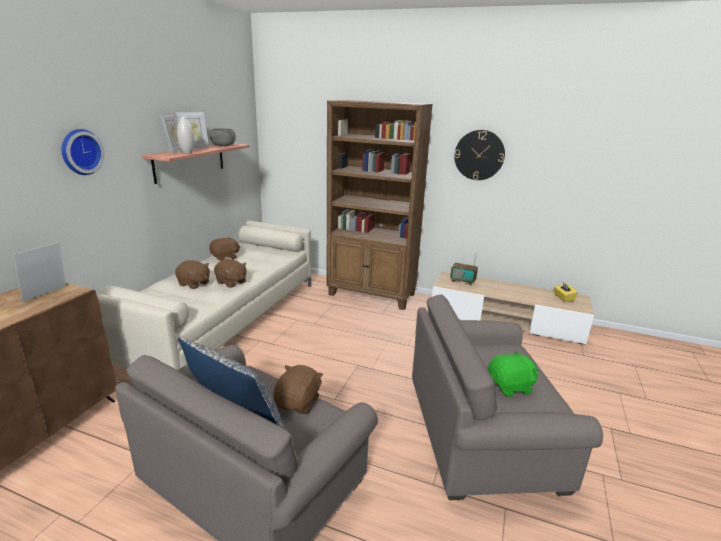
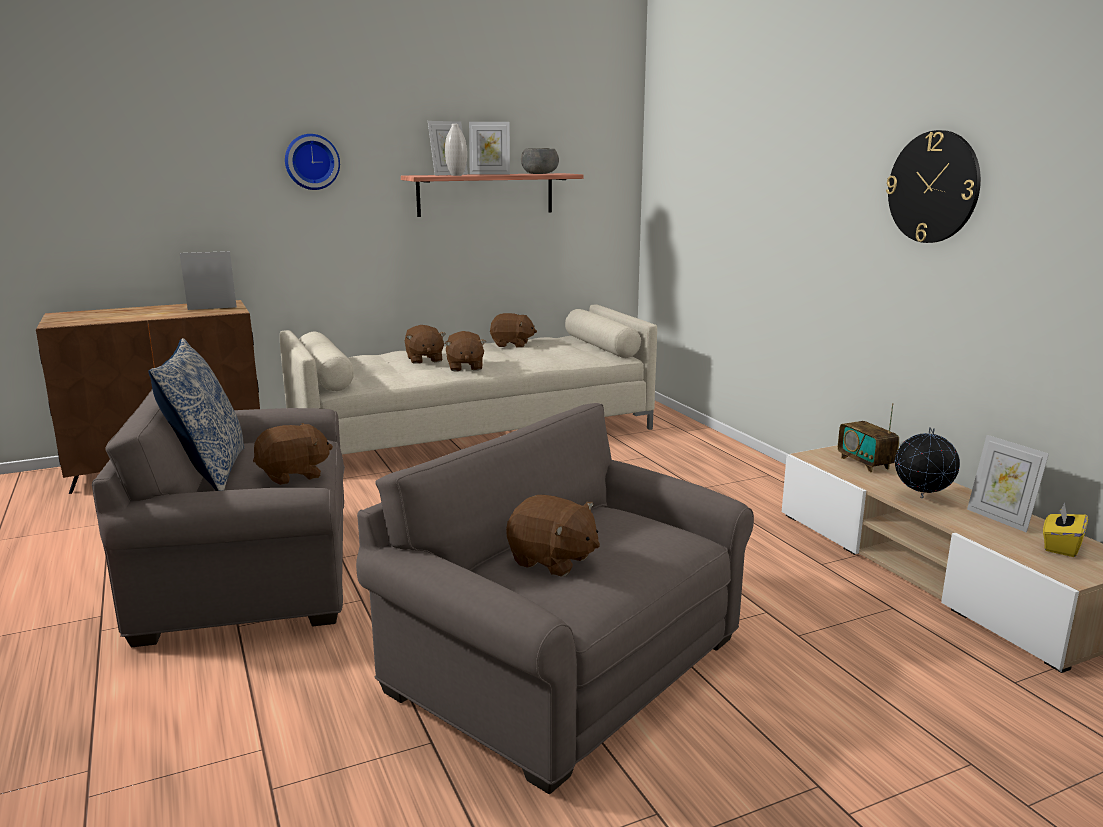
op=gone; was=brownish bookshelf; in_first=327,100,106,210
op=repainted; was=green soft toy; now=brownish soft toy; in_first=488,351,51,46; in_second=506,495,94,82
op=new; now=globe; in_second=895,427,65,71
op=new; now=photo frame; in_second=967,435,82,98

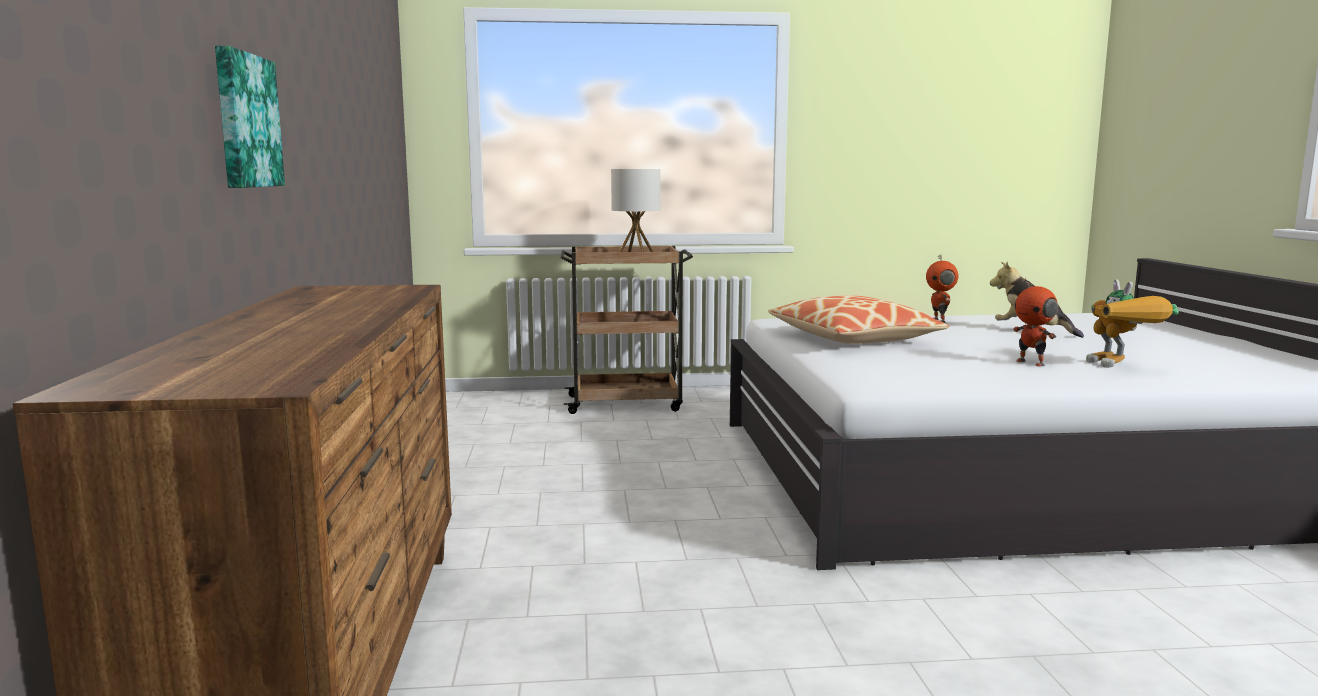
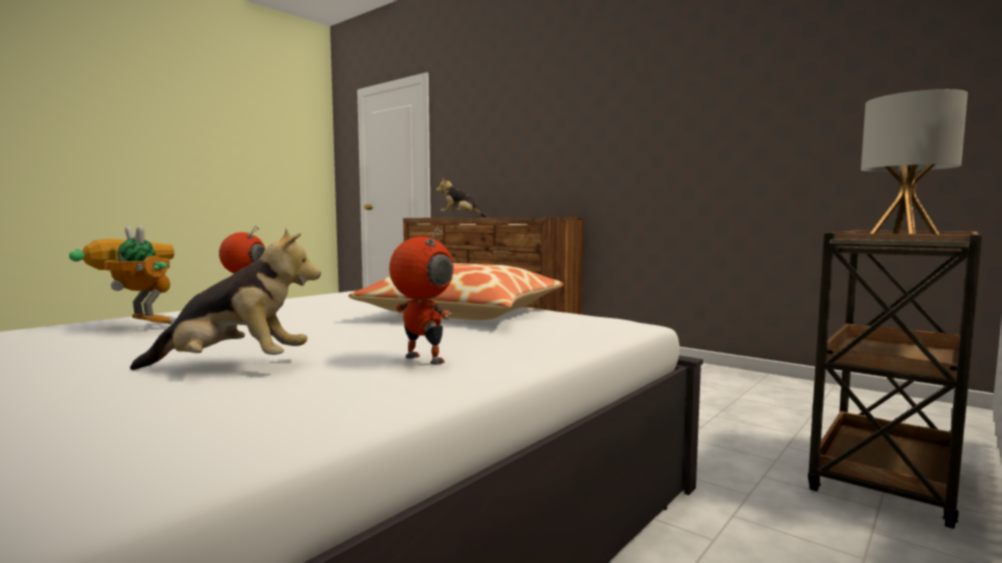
op=gone; was=picture; in_first=215,46,70,142
op=new; now=soft toy; in_second=436,178,51,39

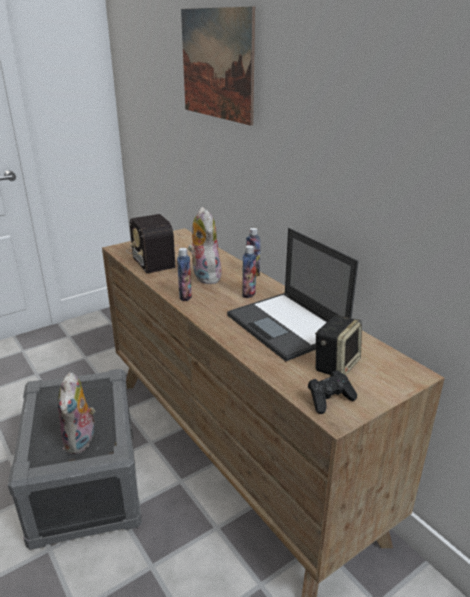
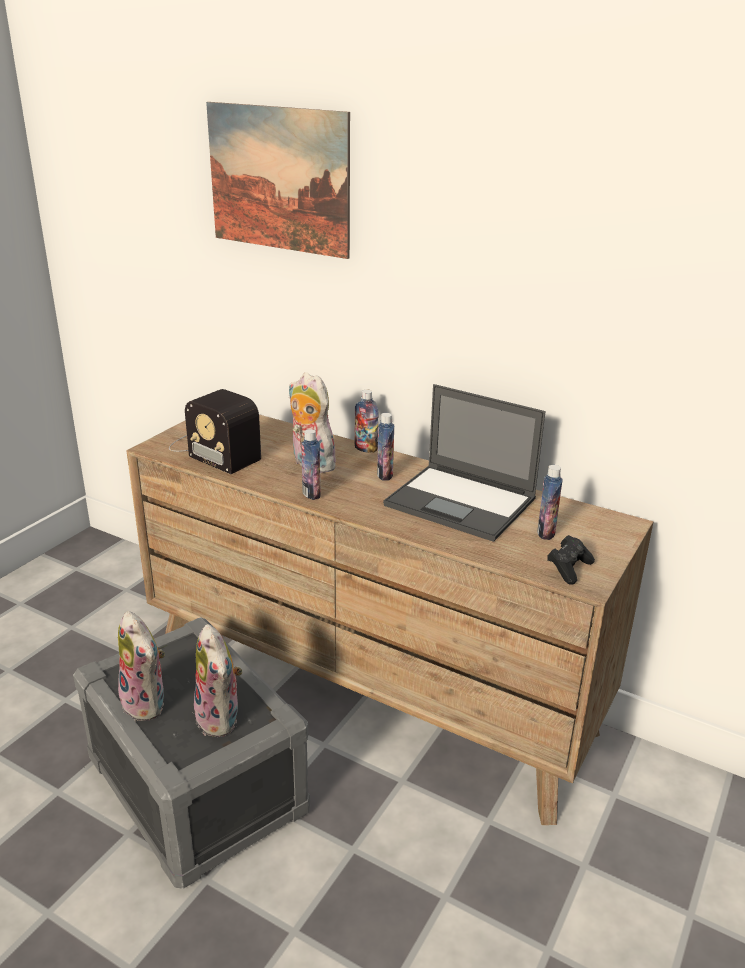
op=swapped; was=loudspeaker; now=bottle; in_first=315,315,47,60; in_second=537,465,26,75
op=new; now=soft toy; in_second=118,611,47,110

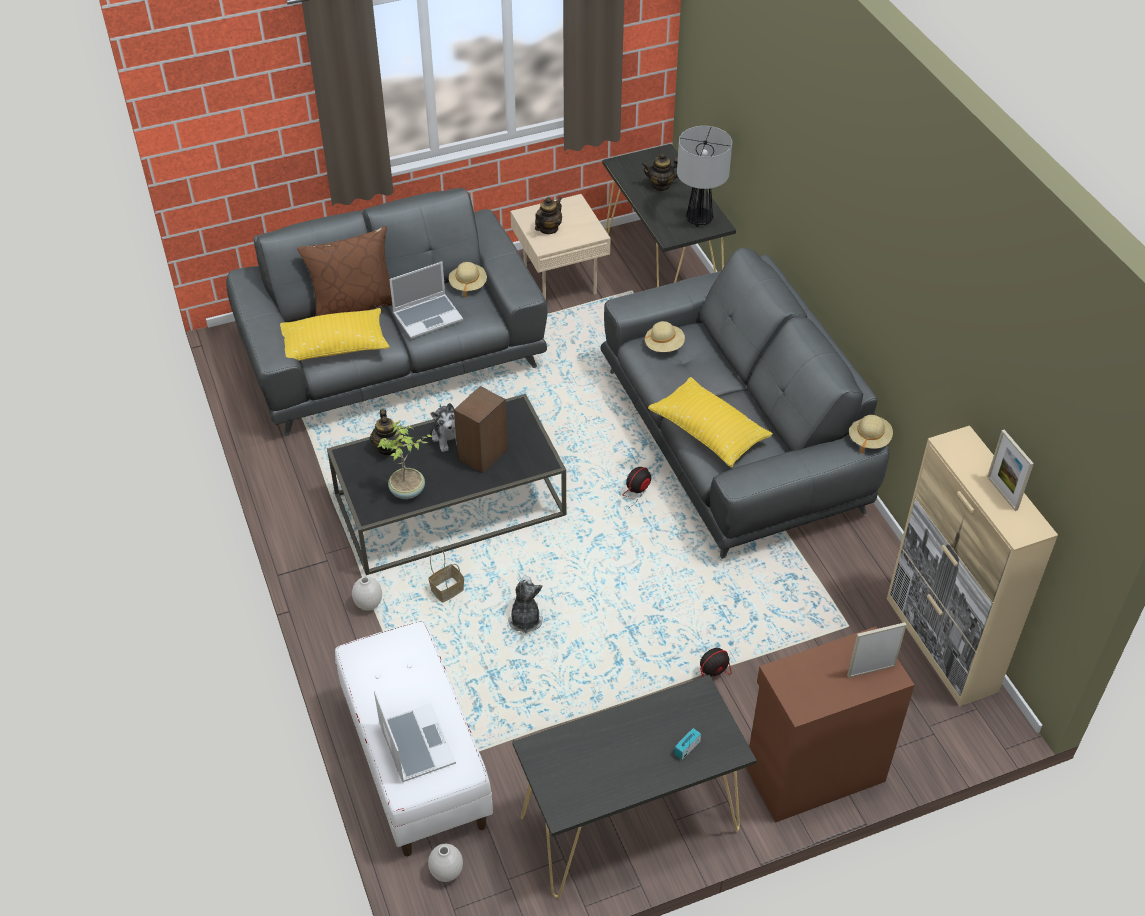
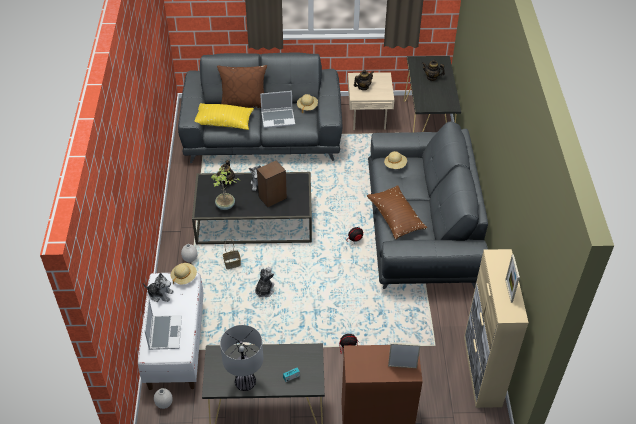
op=shifted; was=table lamp; in_first=677,126,55,101; in_second=220,325,43,66
op=repainted; was=yellow-coloured throw pillow; now=brownish throw pillow; in_first=648,377,125,90; in_second=367,185,60,55
op=shifted; was=sand-coloured clothing hat; in_first=849,415,44,39; in_second=170,263,27,21
op=new; now=soft toy; in_second=143,273,31,29

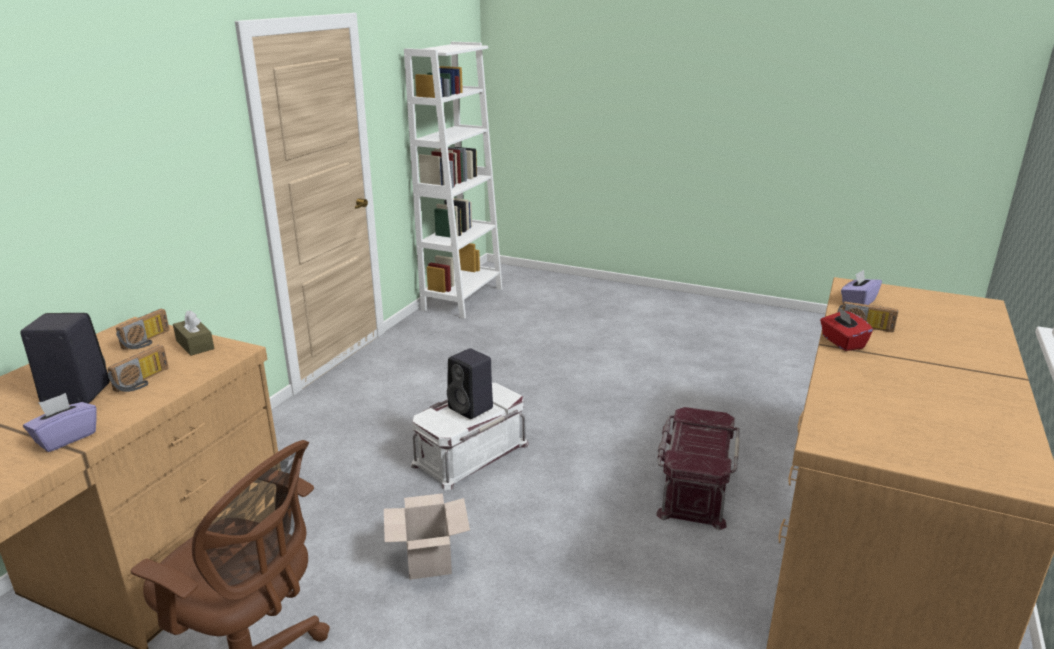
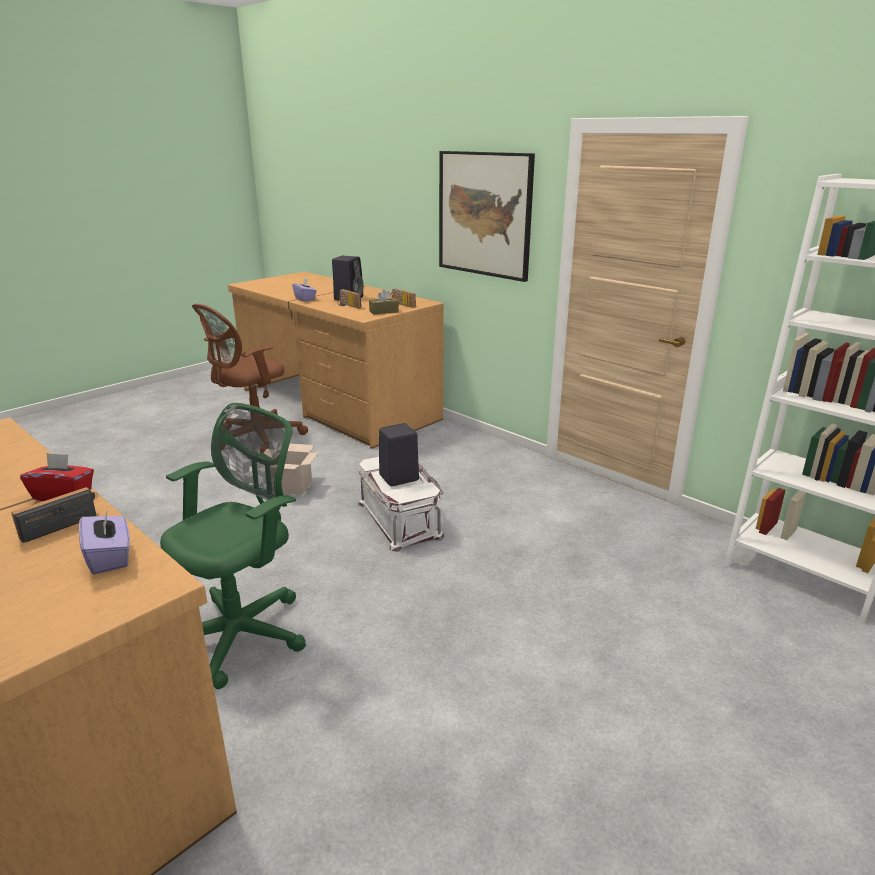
op=swapped; was=red-coloured storage container; now=green office chair; in_first=656,407,84,123; in_second=160,403,146,286
op=new; now=picture; in_second=439,151,96,131

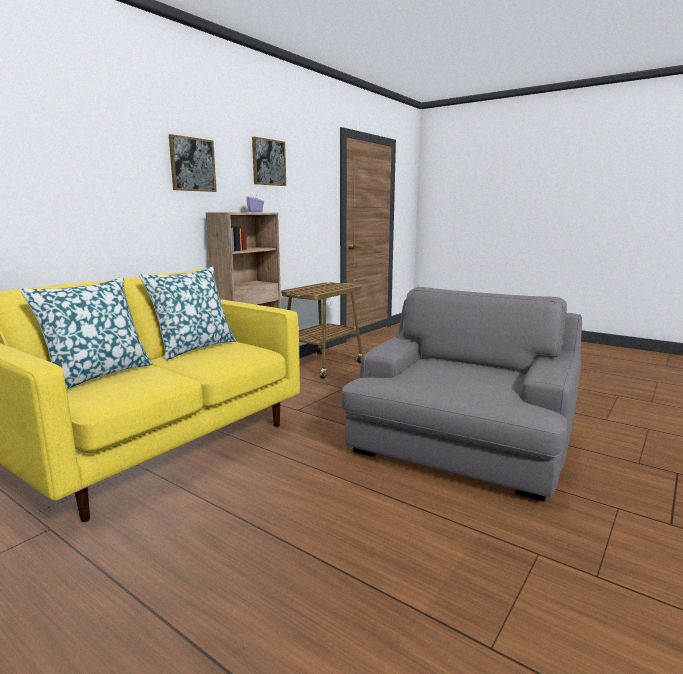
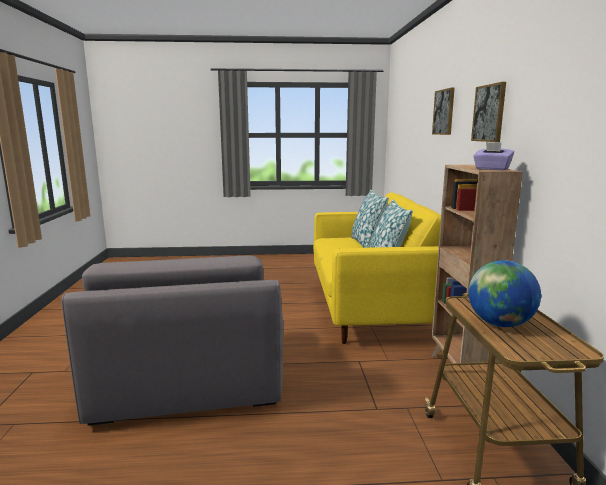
op=shifted; was=picture; in_first=252,137,34,49; in_second=432,87,23,48
op=new; now=globe; in_second=468,260,73,67

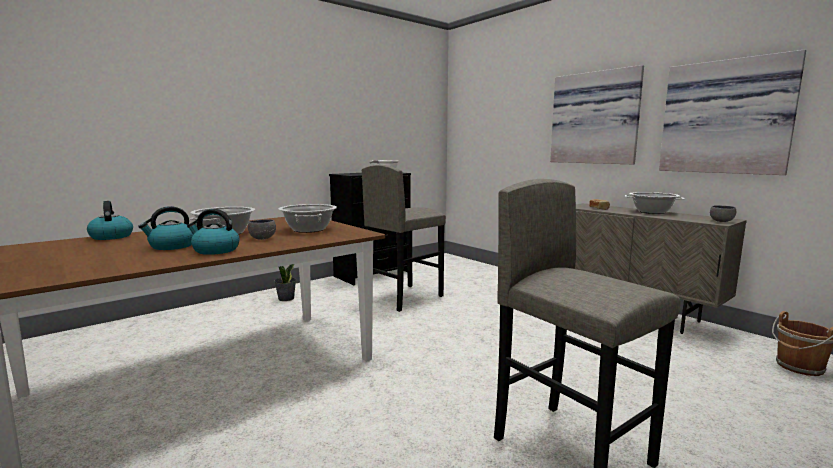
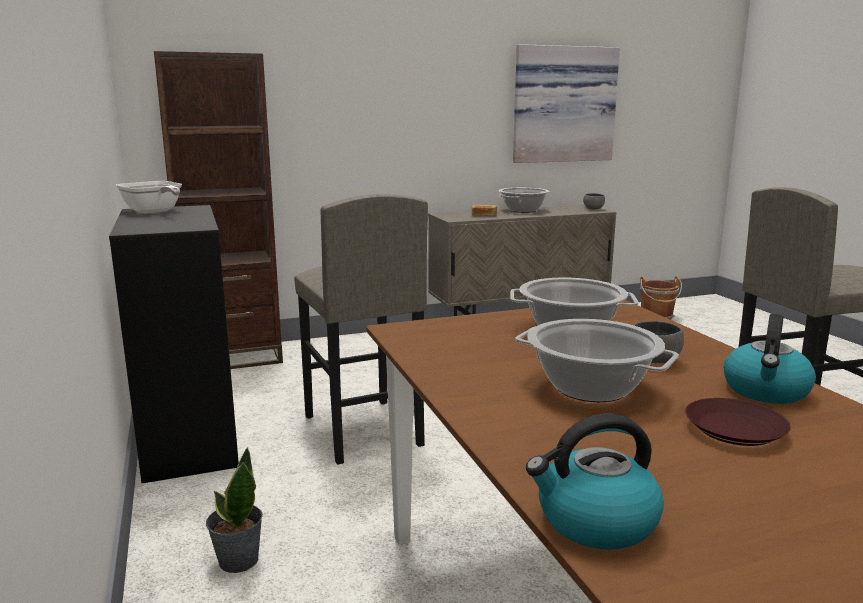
op=gone; was=picture; in_first=550,65,94,99
op=swapped; was=water kettle; now=brownish dinner plate; in_first=138,206,55,44; in_second=685,398,106,48
op=new; now=brownish bookshelf; in_second=154,51,129,318

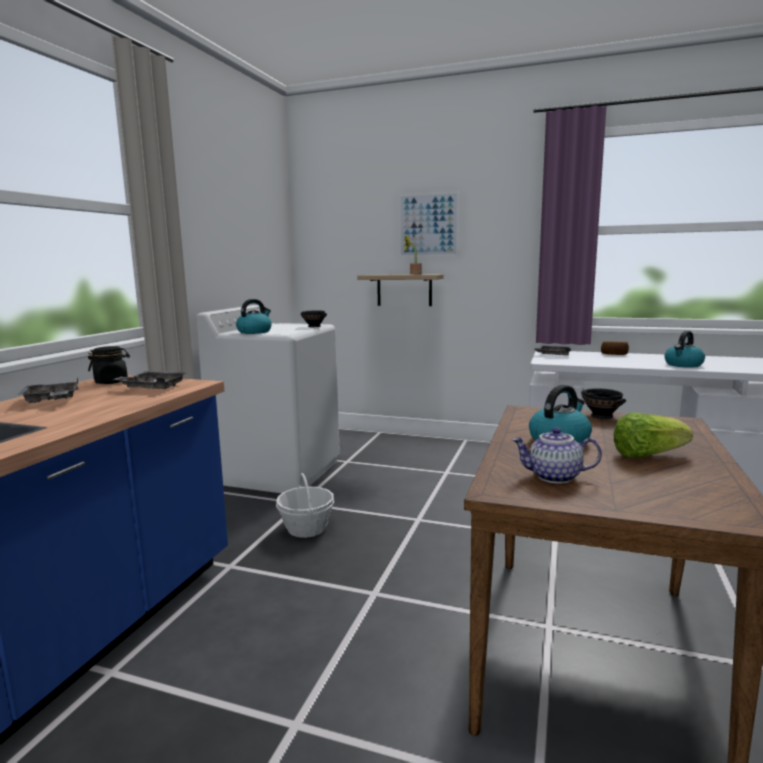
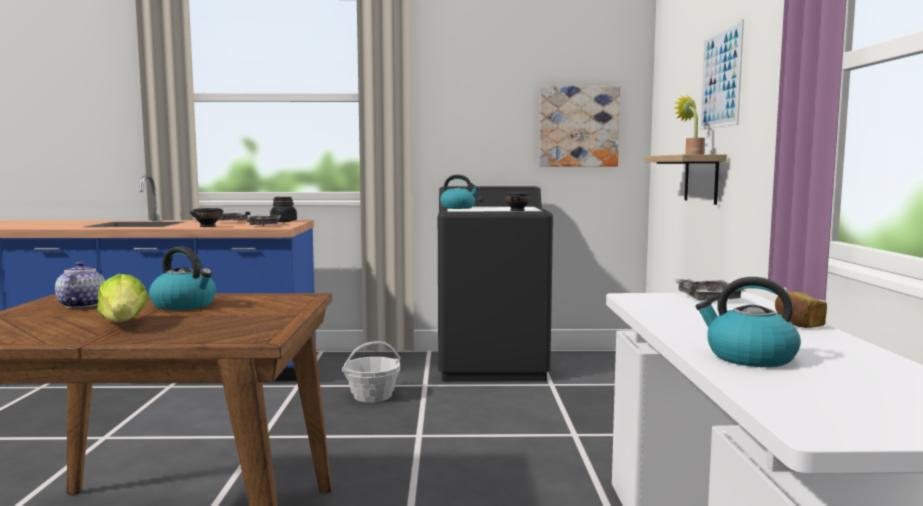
op=repainted; was=white laundry appliance; now=black laundry appliance; in_first=196,305,144,188; in_second=438,186,115,196
op=shifted; was=black serving bowl; in_first=581,388,45,31; in_second=190,208,33,19
op=new; now=picture; in_second=539,86,81,81

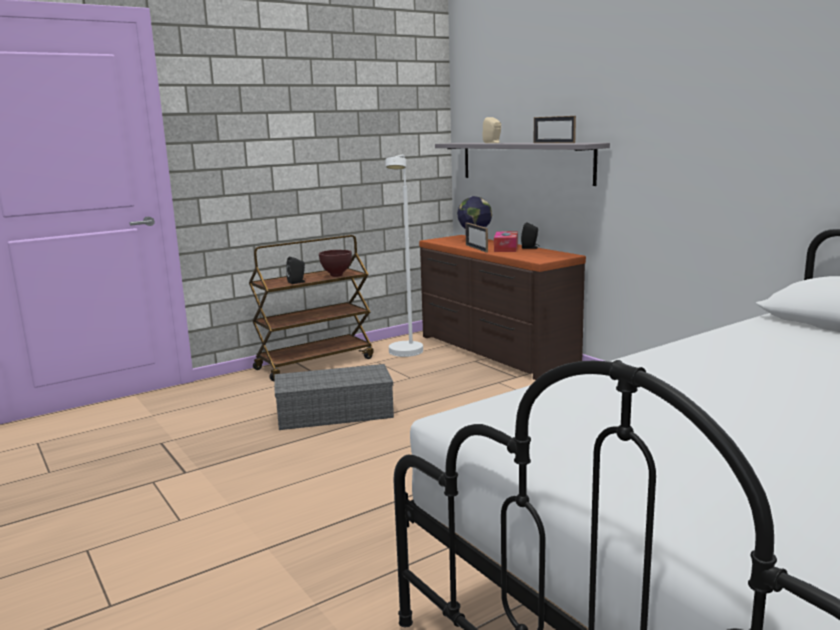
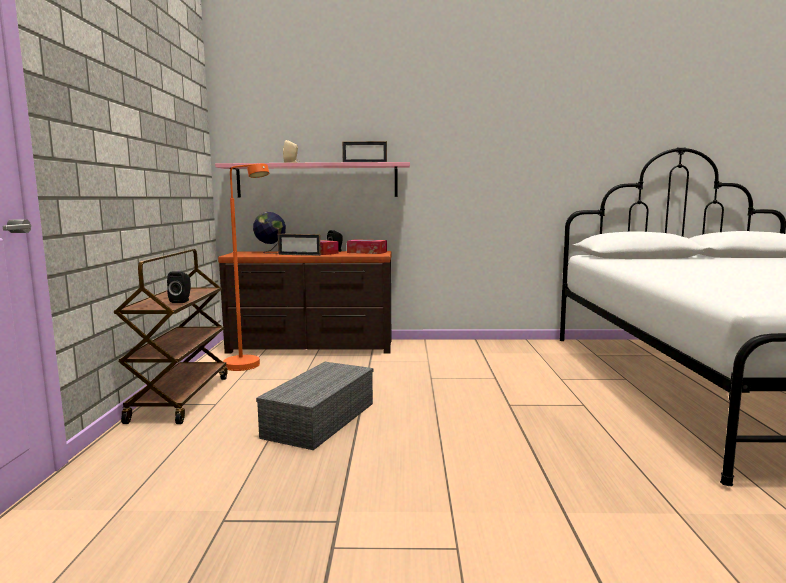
op=repainted; was=greyish shelf; now=pinkish shelf; in_first=435,143,175,43; in_second=215,162,195,36
op=repainted; was=white standing lamp; now=orange standing lamp; in_first=386,155,37,202; in_second=223,163,46,208
op=gone; was=brownish serving bowl; in_first=319,250,33,27
op=new; now=box of tissues; in_second=347,239,40,15

